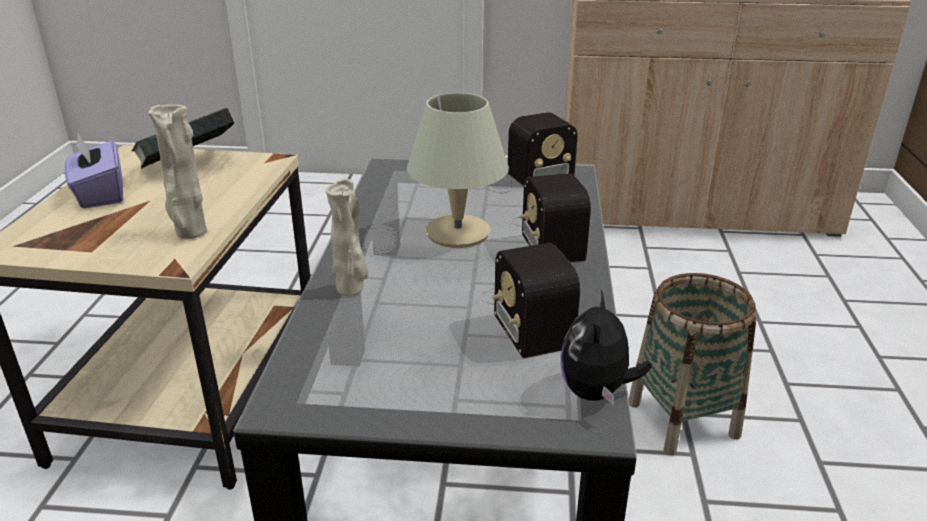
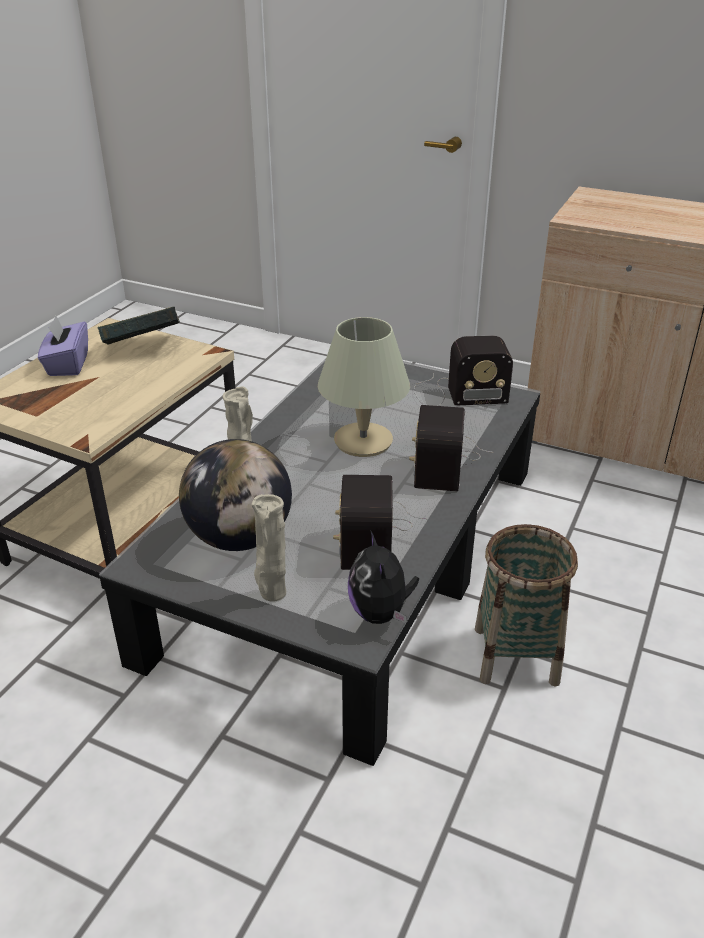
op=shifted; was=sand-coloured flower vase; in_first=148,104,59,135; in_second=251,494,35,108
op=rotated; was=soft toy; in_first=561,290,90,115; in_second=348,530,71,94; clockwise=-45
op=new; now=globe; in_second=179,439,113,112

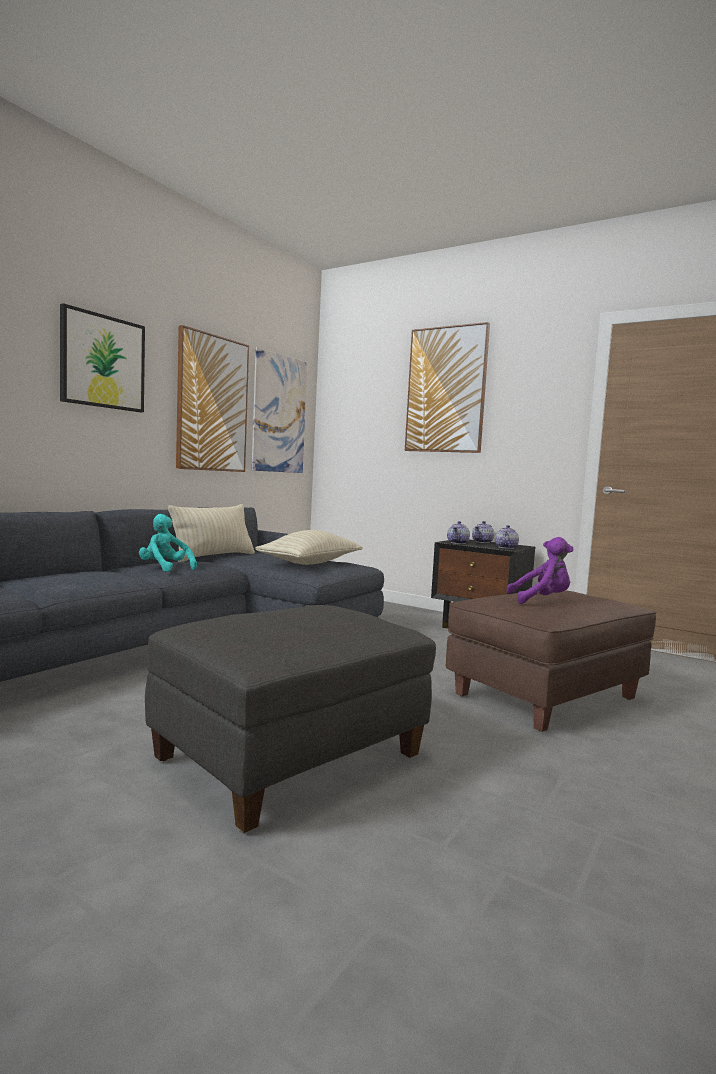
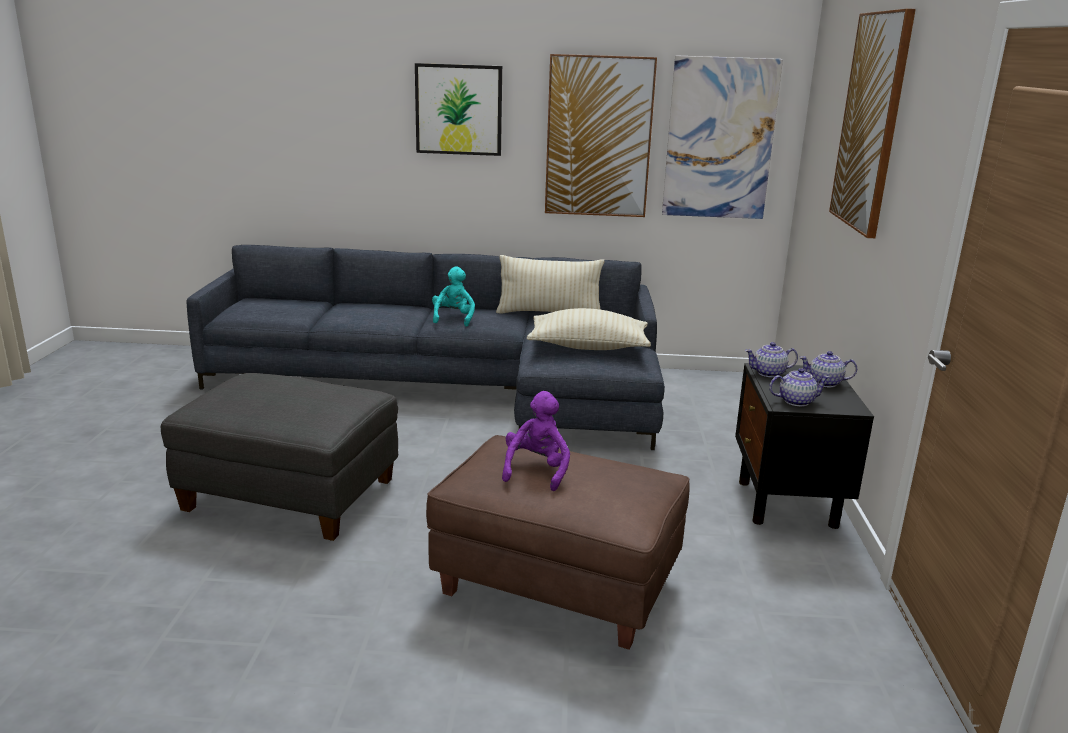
op=rotated; was=purplish soft toy; in_first=506,537,67,67; in_second=502,391,68,100; clockwise=-135

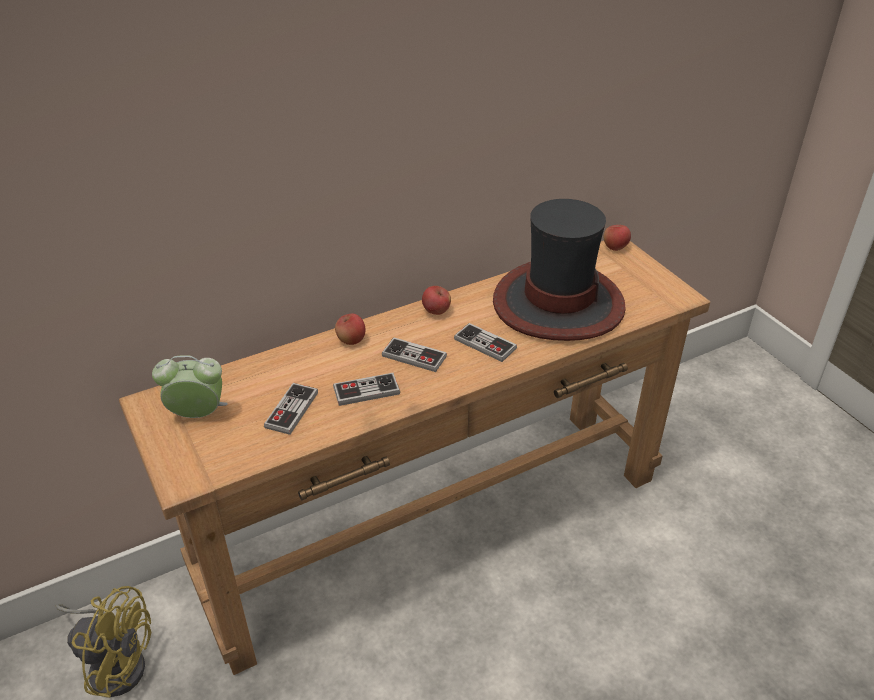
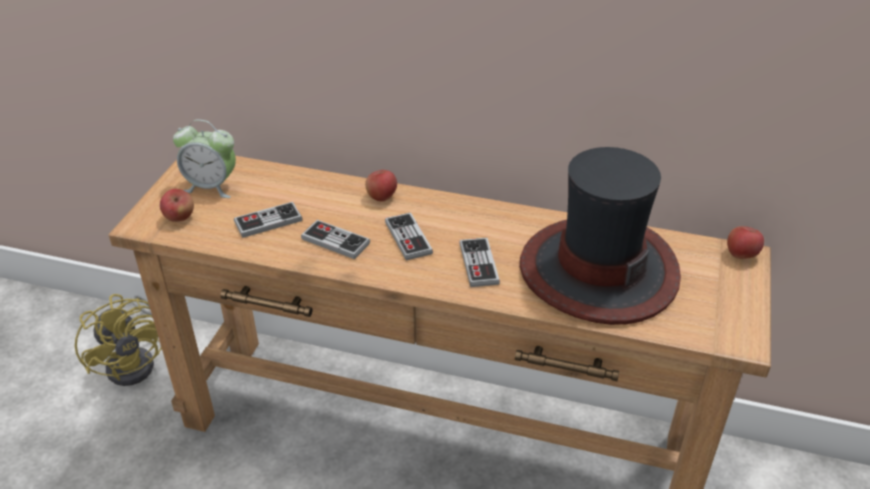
op=shifted; was=apple fruit; in_first=422,286,29,29; in_second=160,189,34,33
op=rotated; was=table clock; in_first=152,355,76,63; in_second=173,120,63,78; clockwise=150

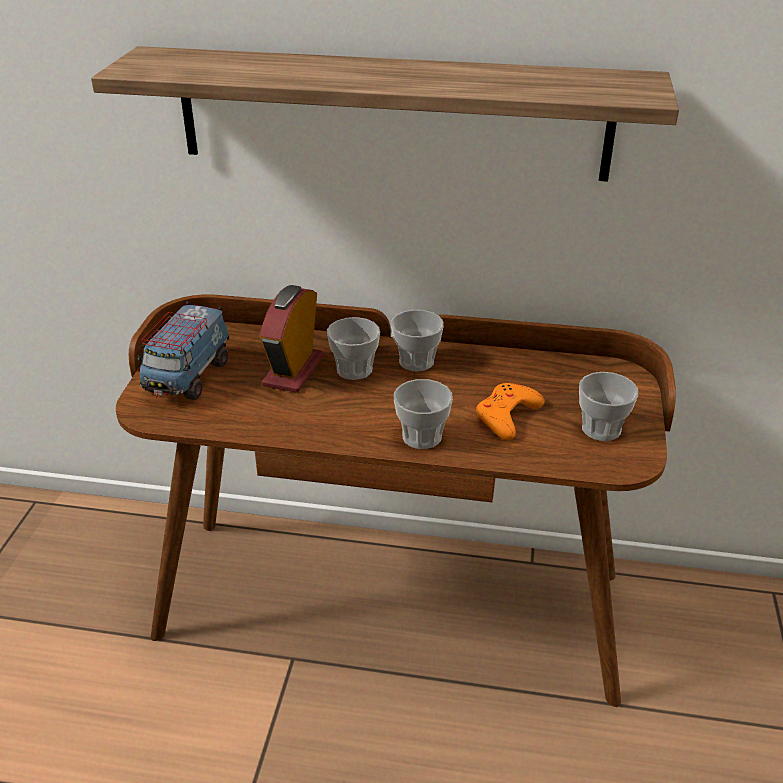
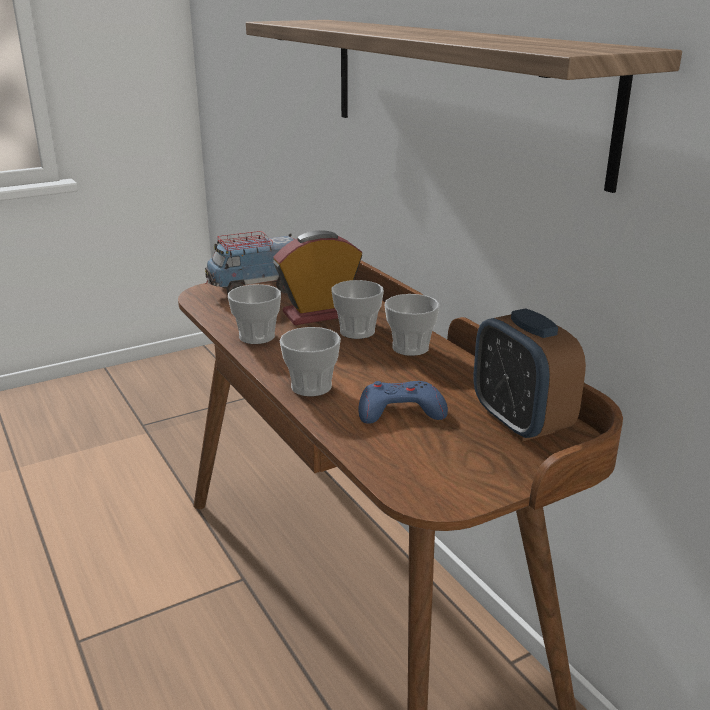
op=shifted; was=cup; in_first=579,372,59,69; in_second=228,284,53,60
op=repainted; was=orange game controller; now=bluish game controller; in_first=476,383,69,57; in_second=358,381,90,43
op=new; now=table clock; in_second=474,308,112,134

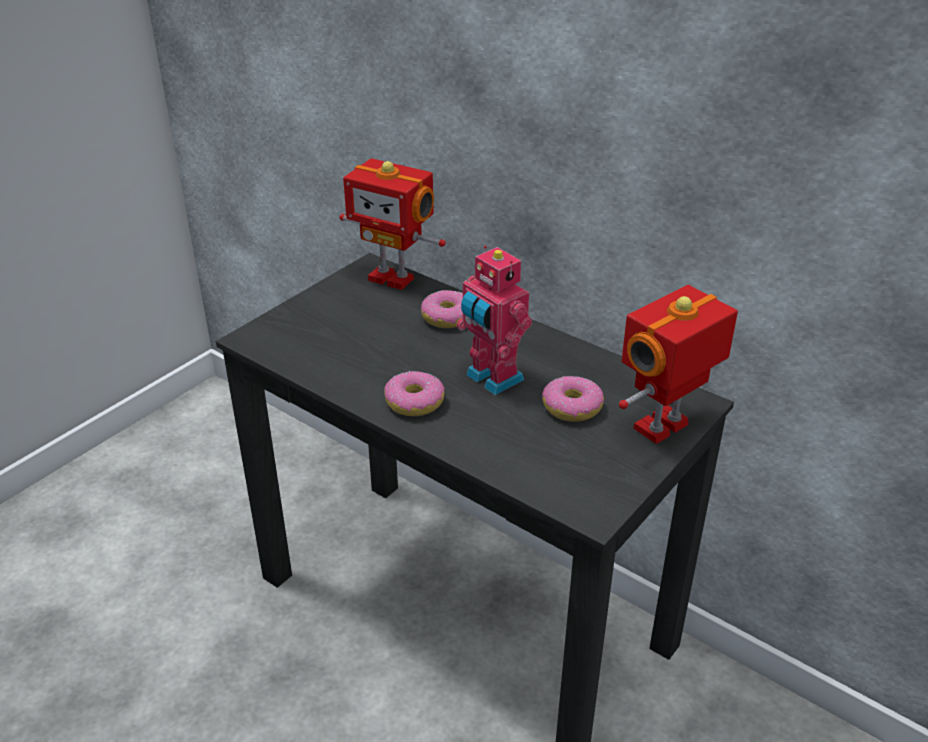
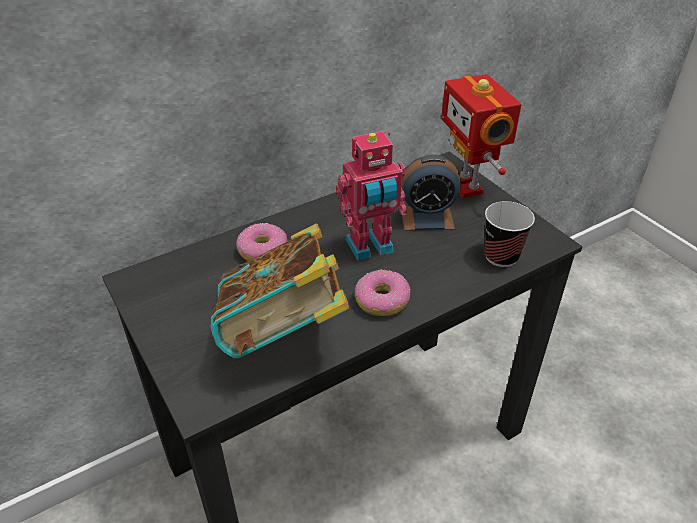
op=gone; was=robot figure; in_first=339,158,107,132
op=swapped; was=donut; now=table clock; in_first=542,376,62,46; in_second=402,155,59,76
op=new; now=cup; in_second=485,201,50,66
op=new; now=volume; in_second=211,223,138,135

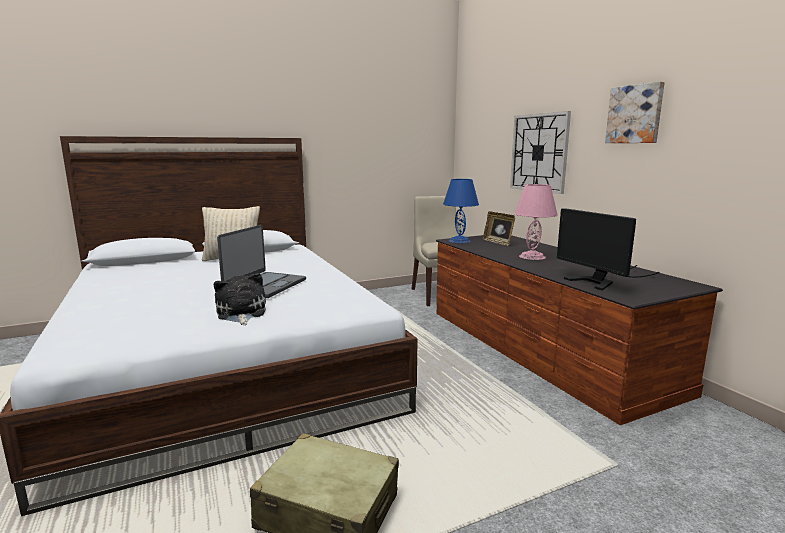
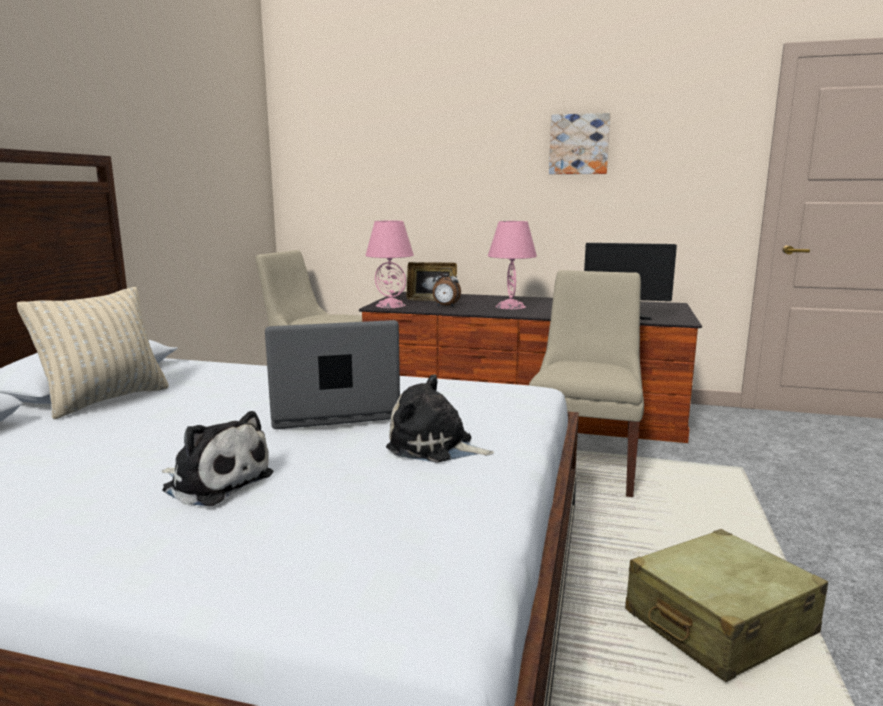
op=gone; was=hanging clock; in_first=510,111,61,83
op=repainted; was=bluish table lamp; now=pinkish table lamp; in_first=443,179,36,64; in_second=365,221,49,87
op=rotated; was=notebook computer; in_first=217,225,89,73; in_second=265,320,135,109; clockwise=-75
op=new; now=table clock; in_second=433,268,28,39
op=new; now=sand-coloured upright chair; in_second=529,270,115,227
op=new; now=soft toy; in_second=162,411,111,95

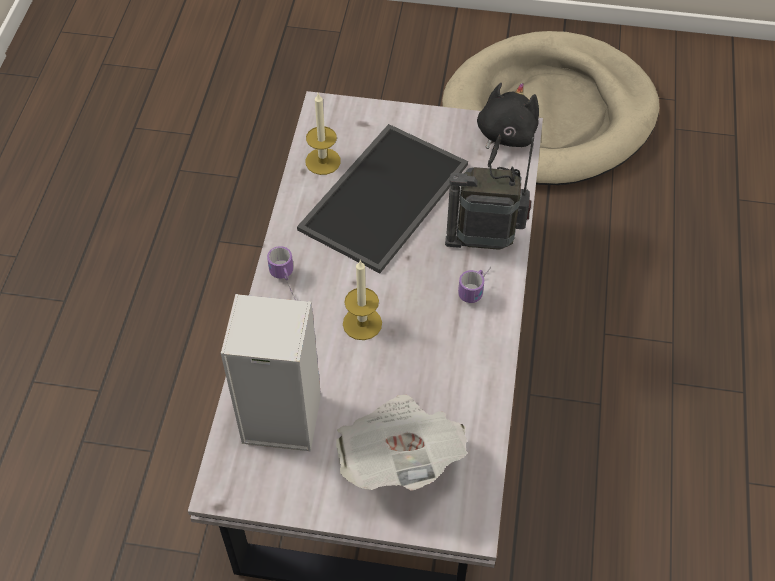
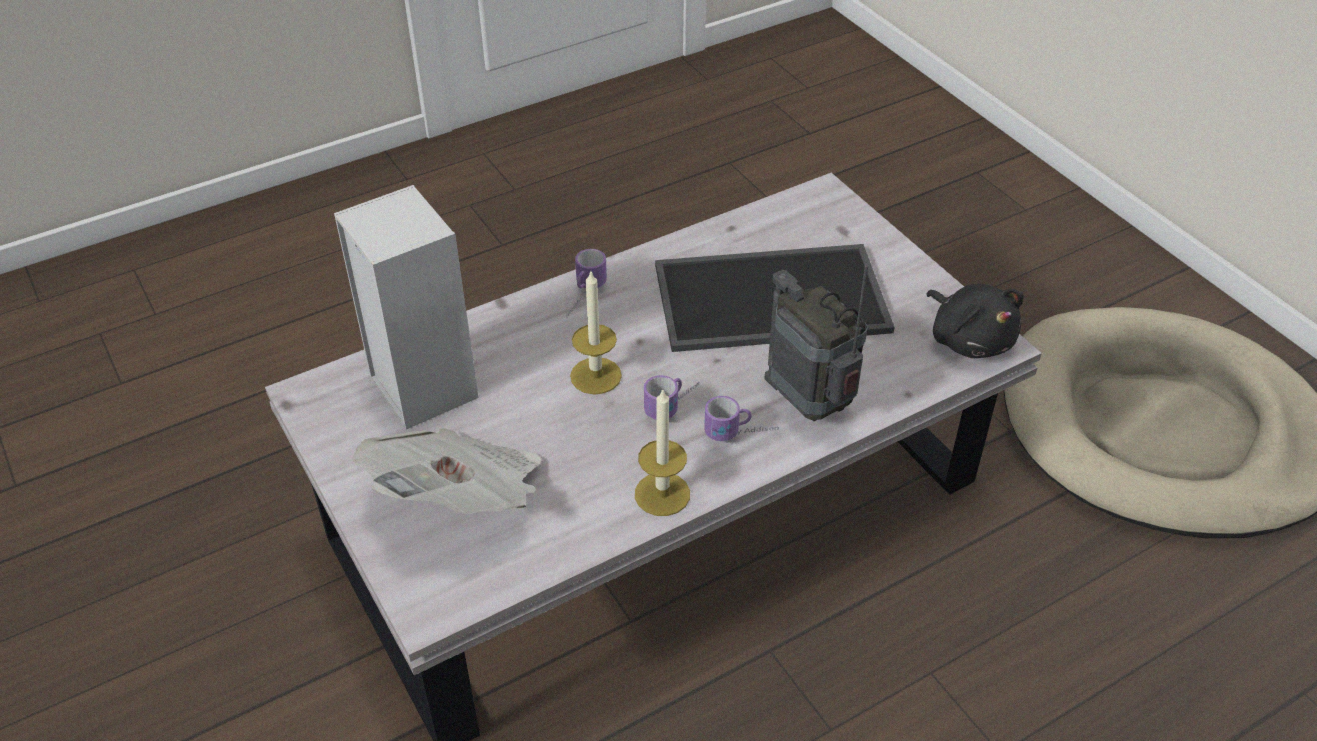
op=rotated; was=black soft toy; in_first=477,83,62,84; in_second=926,284,98,74; clockwise=75
op=shifted; was=candle; in_first=306,93,35,82; in_second=635,388,55,128
op=new; now=coffee mug; in_second=644,375,55,45

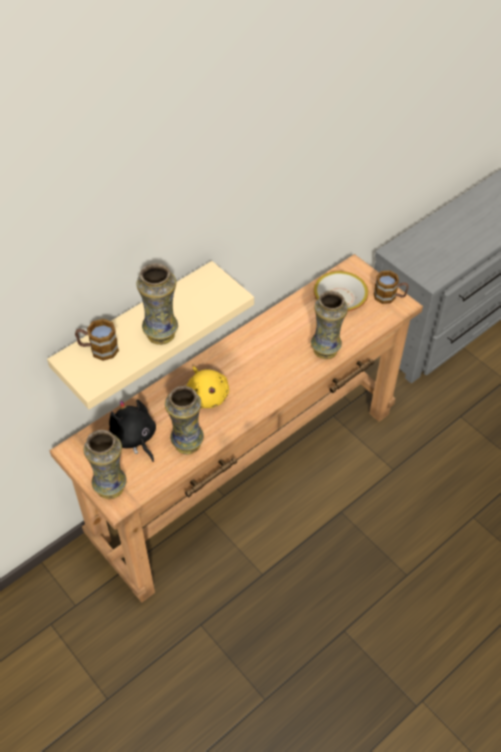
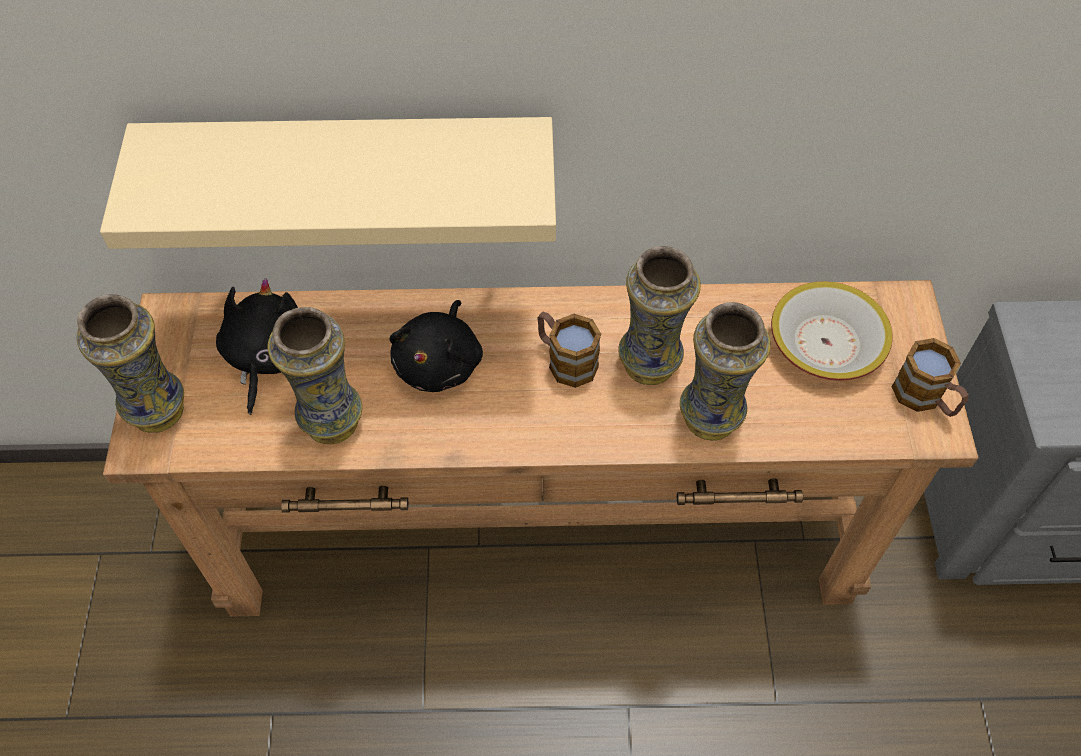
op=shifted; was=flower vase; in_first=136,263,42,82; in_second=618,246,83,139
op=shifted; was=coffee mug; in_first=75,319,44,42; in_second=537,312,64,76
op=repainted; was=yellow-coloured soft toy; now=black soft toy; in_first=186,366,43,42; in_second=390,300,93,92

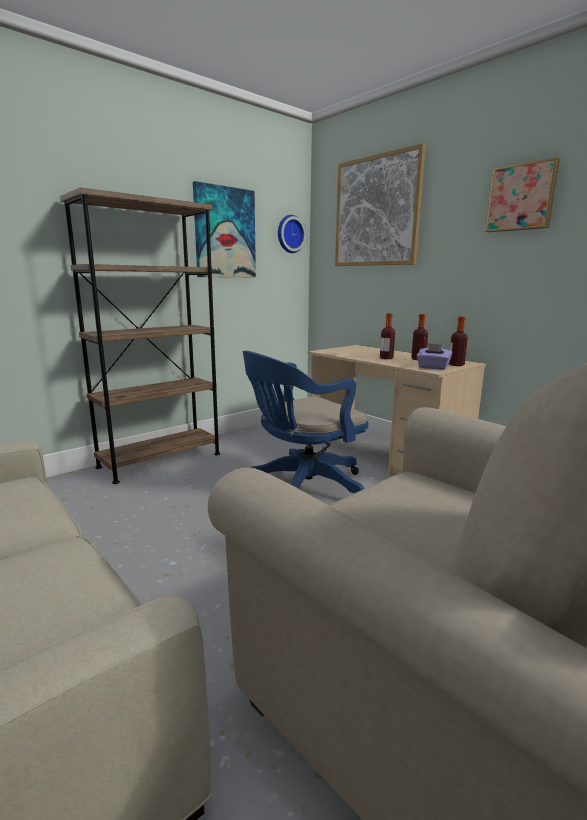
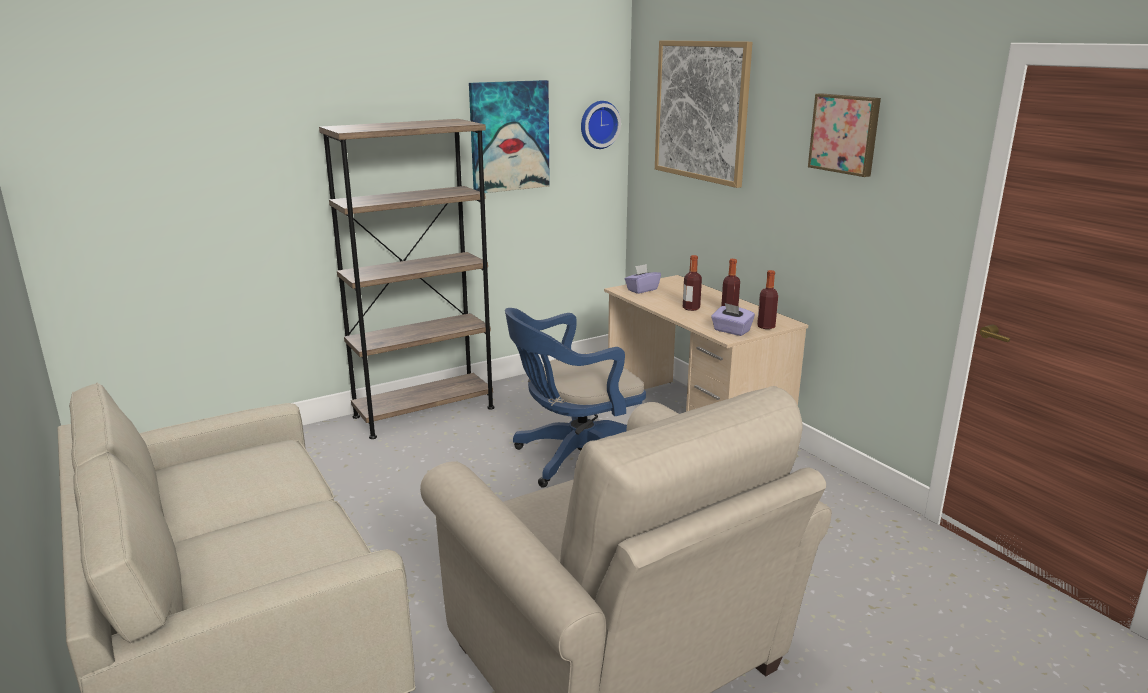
op=new; now=purplish box of tissues; in_second=625,264,36,30

